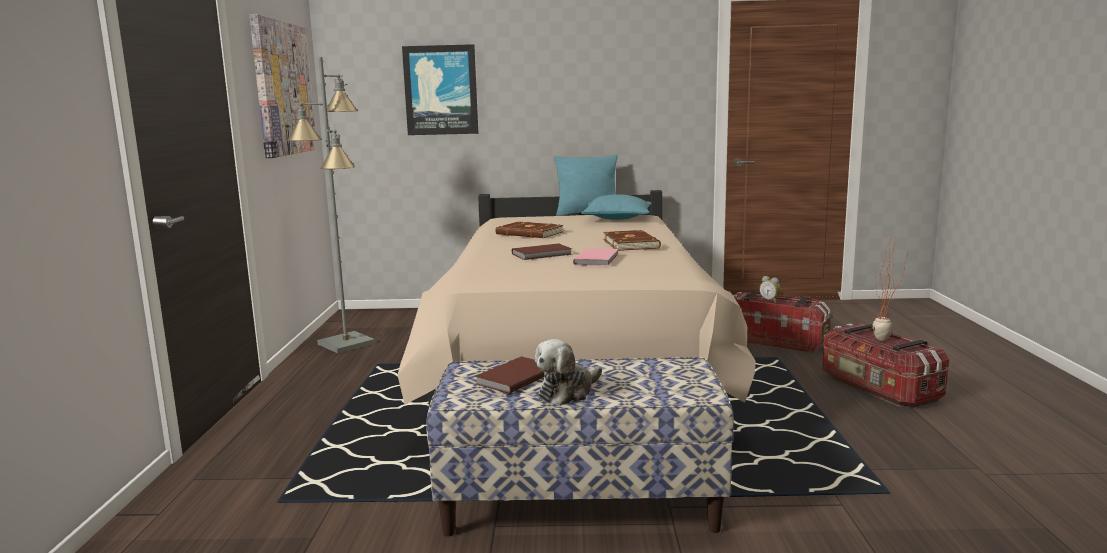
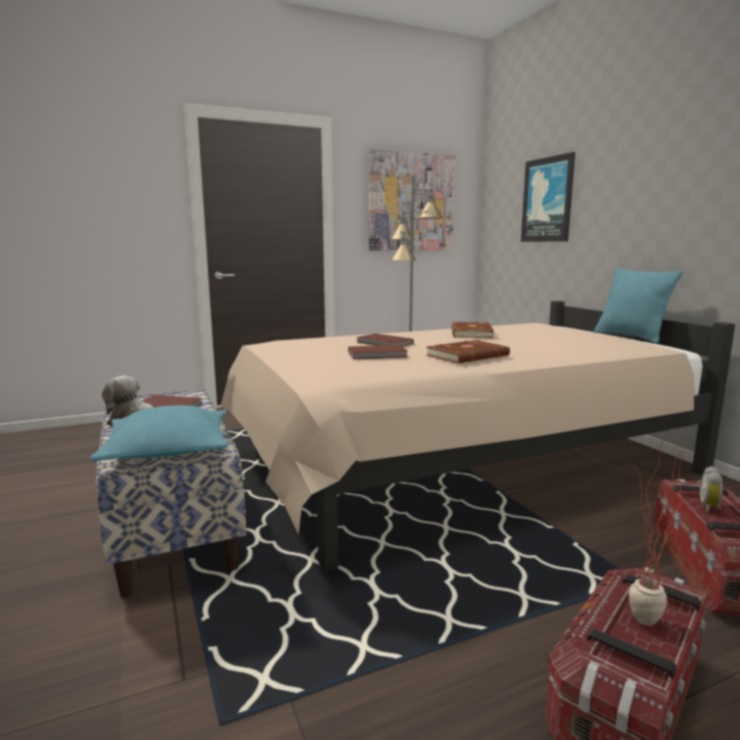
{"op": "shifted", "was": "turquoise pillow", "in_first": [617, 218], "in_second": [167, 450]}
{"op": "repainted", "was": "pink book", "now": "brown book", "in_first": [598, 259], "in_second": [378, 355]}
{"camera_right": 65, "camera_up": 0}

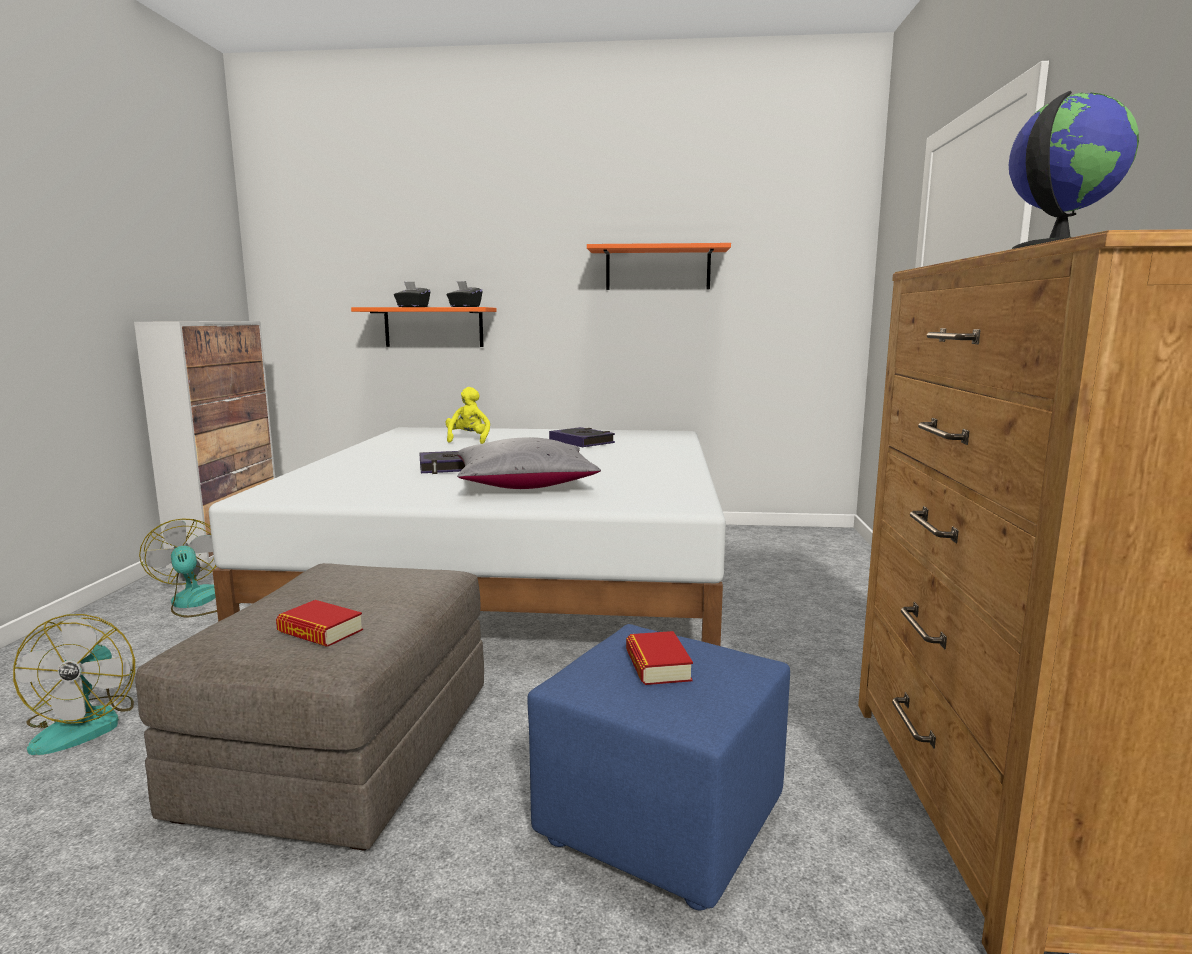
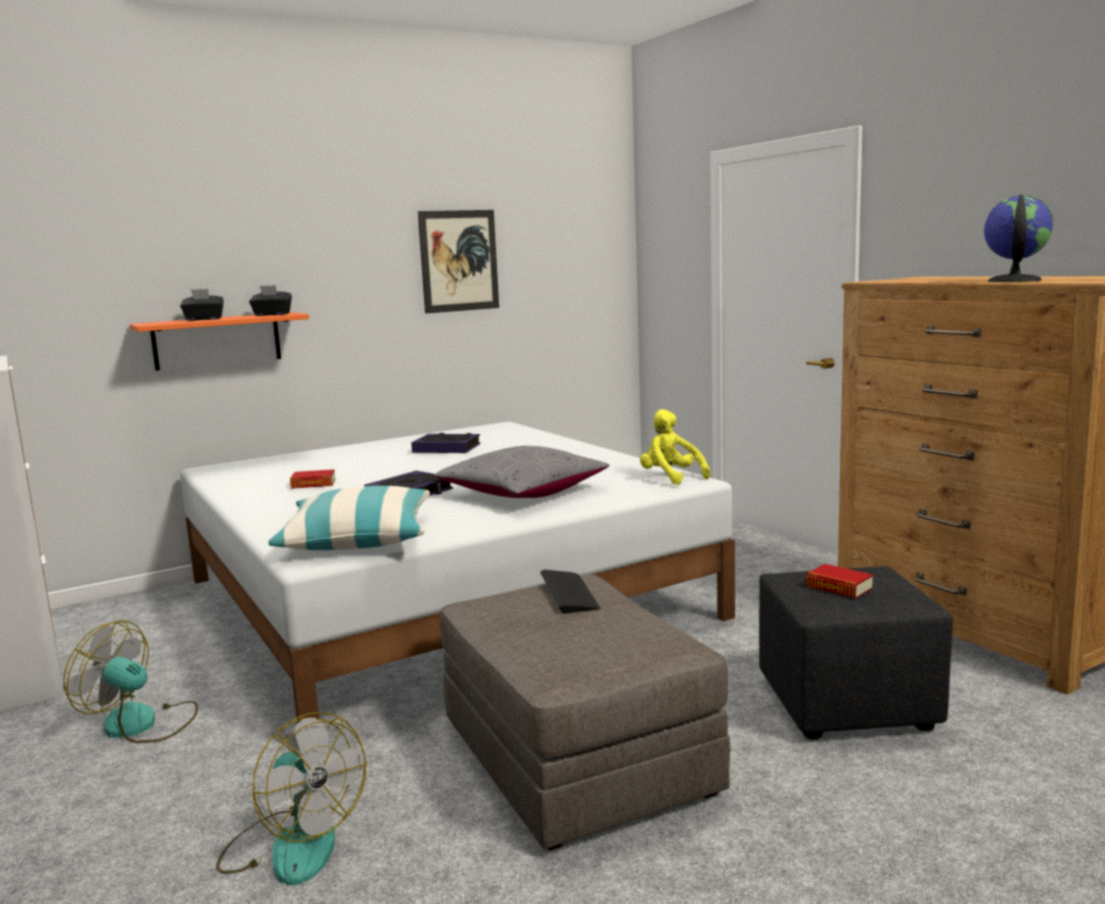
{"op": "swapped", "was": "orange shelf", "now": "picture", "in_first": [658, 269], "in_second": [459, 261]}
{"op": "shifted", "was": "yellow plush toy", "in_first": [468, 440], "in_second": [670, 478]}
{"op": "shifted", "was": "book", "in_first": [320, 631], "in_second": [313, 484]}
{"op": "repainted", "was": "blue ottoman", "now": "black ottoman", "in_first": [662, 826], "in_second": [848, 705]}
{"op": "new", "now": "pillow", "in_second": [357, 539]}
{"op": "new", "now": "keyboard", "in_second": [569, 593]}
{"camera_right": -35, "camera_up": 0}

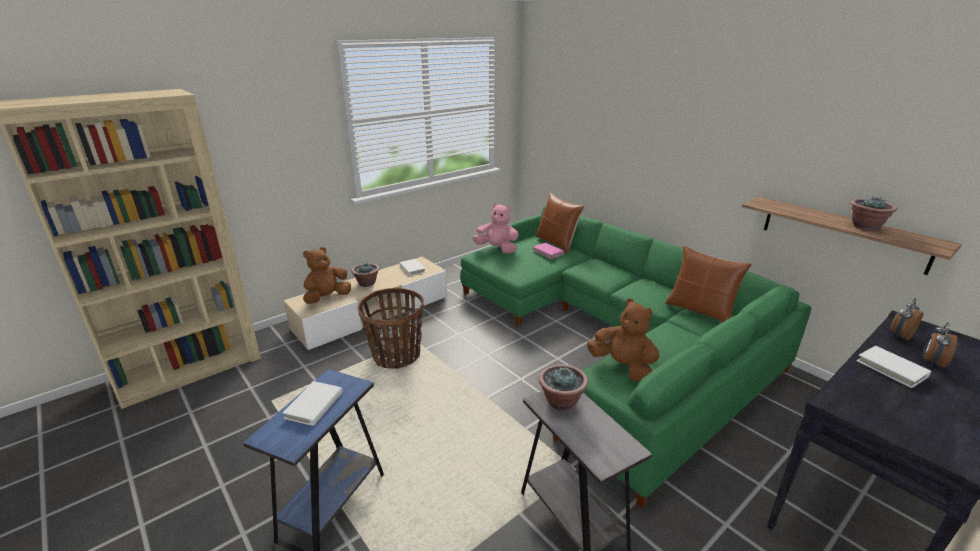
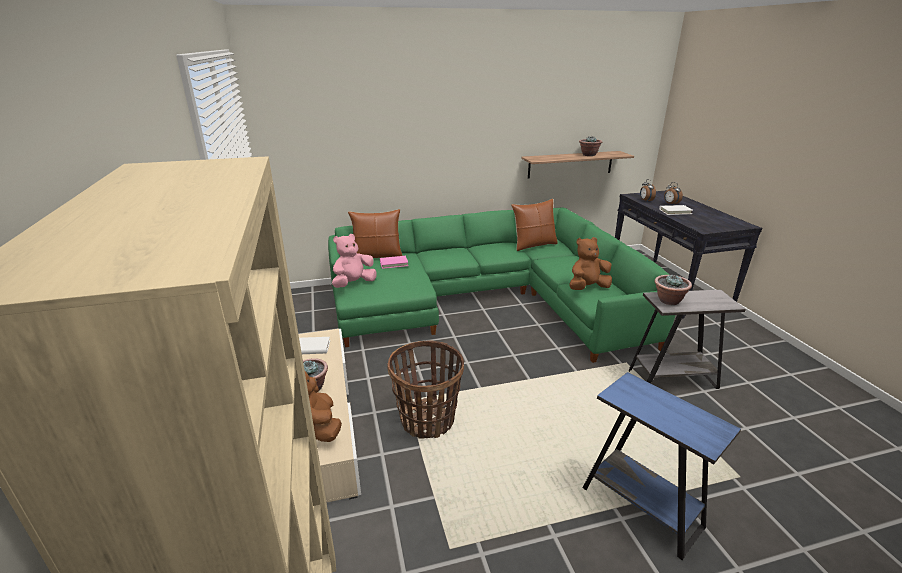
{"op": "gone", "was": "white book", "in_first": [314, 405]}
{"camera_right": -65, "camera_up": 0}

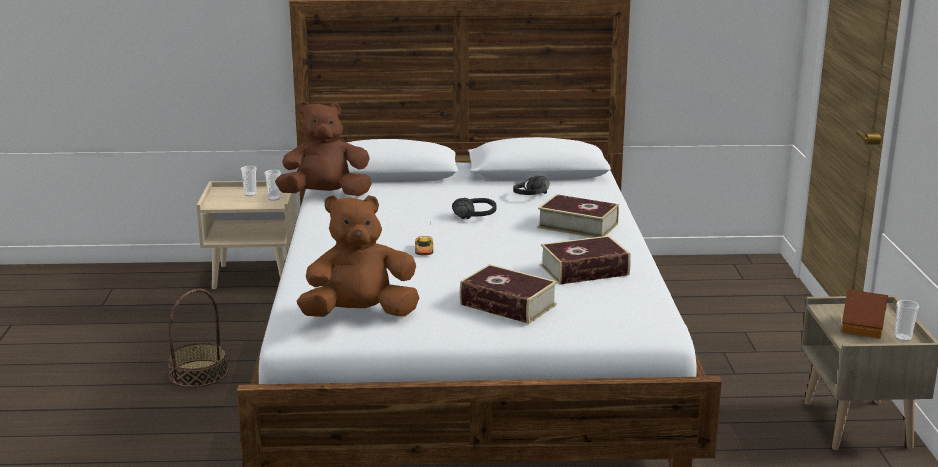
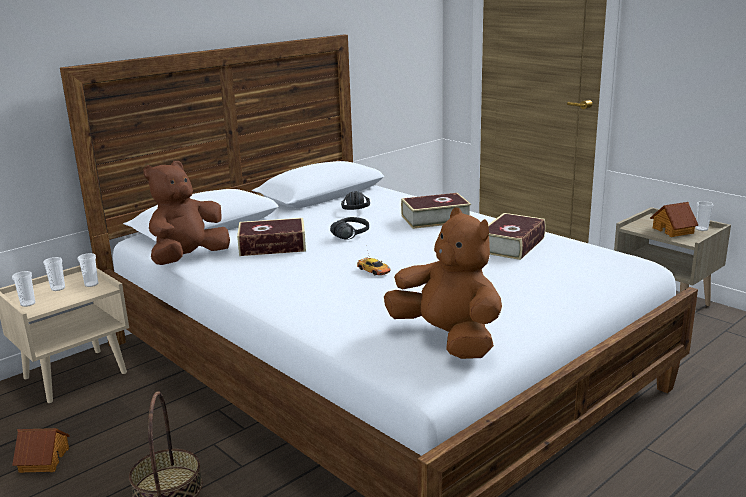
{"op": "rotated", "was": "brown plush toy", "in_first": [359, 315], "in_second": [448, 339], "clockwise": 105}
{"op": "shifted", "was": "book", "in_first": [508, 305], "in_second": [272, 246]}
{"op": "new", "now": "cup", "in_second": [28, 304]}
{"op": "new", "now": "toy house", "in_second": [43, 460]}
{"camera_right": -40, "camera_up": 0}

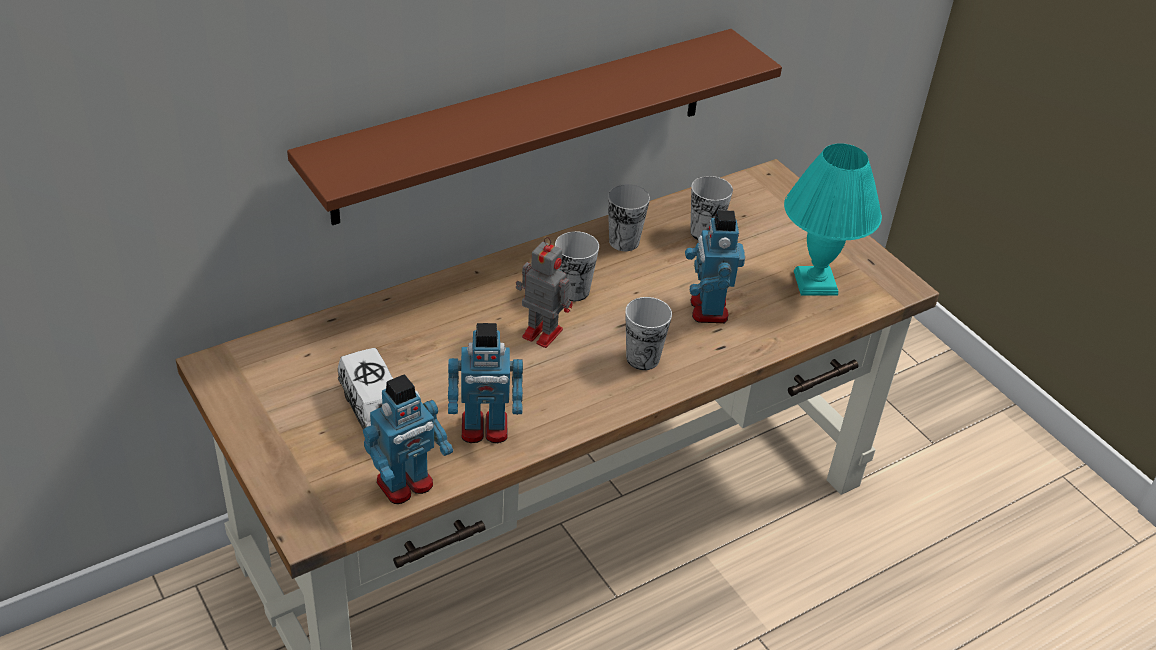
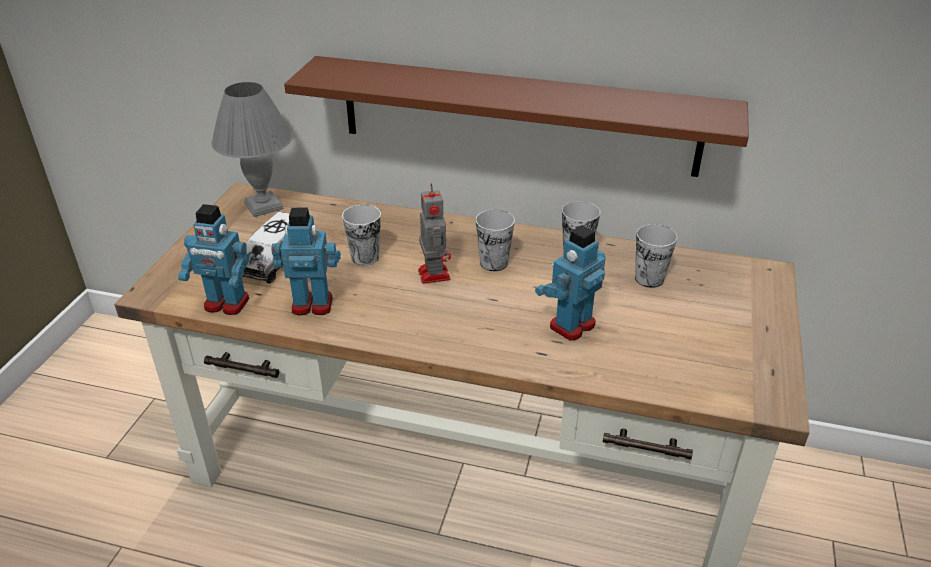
{"op": "gone", "was": "turquoise table lamp", "in_first": [814, 282]}
{"op": "shifted", "was": "cup", "in_first": [642, 358], "in_second": [365, 257]}
{"op": "rotated", "was": "toy robot", "in_first": [484, 429], "in_second": [312, 304], "clockwise": 135}
{"op": "new", "now": "grey table lamp", "in_second": [263, 205]}
{"camera_right": 50, "camera_up": -5}

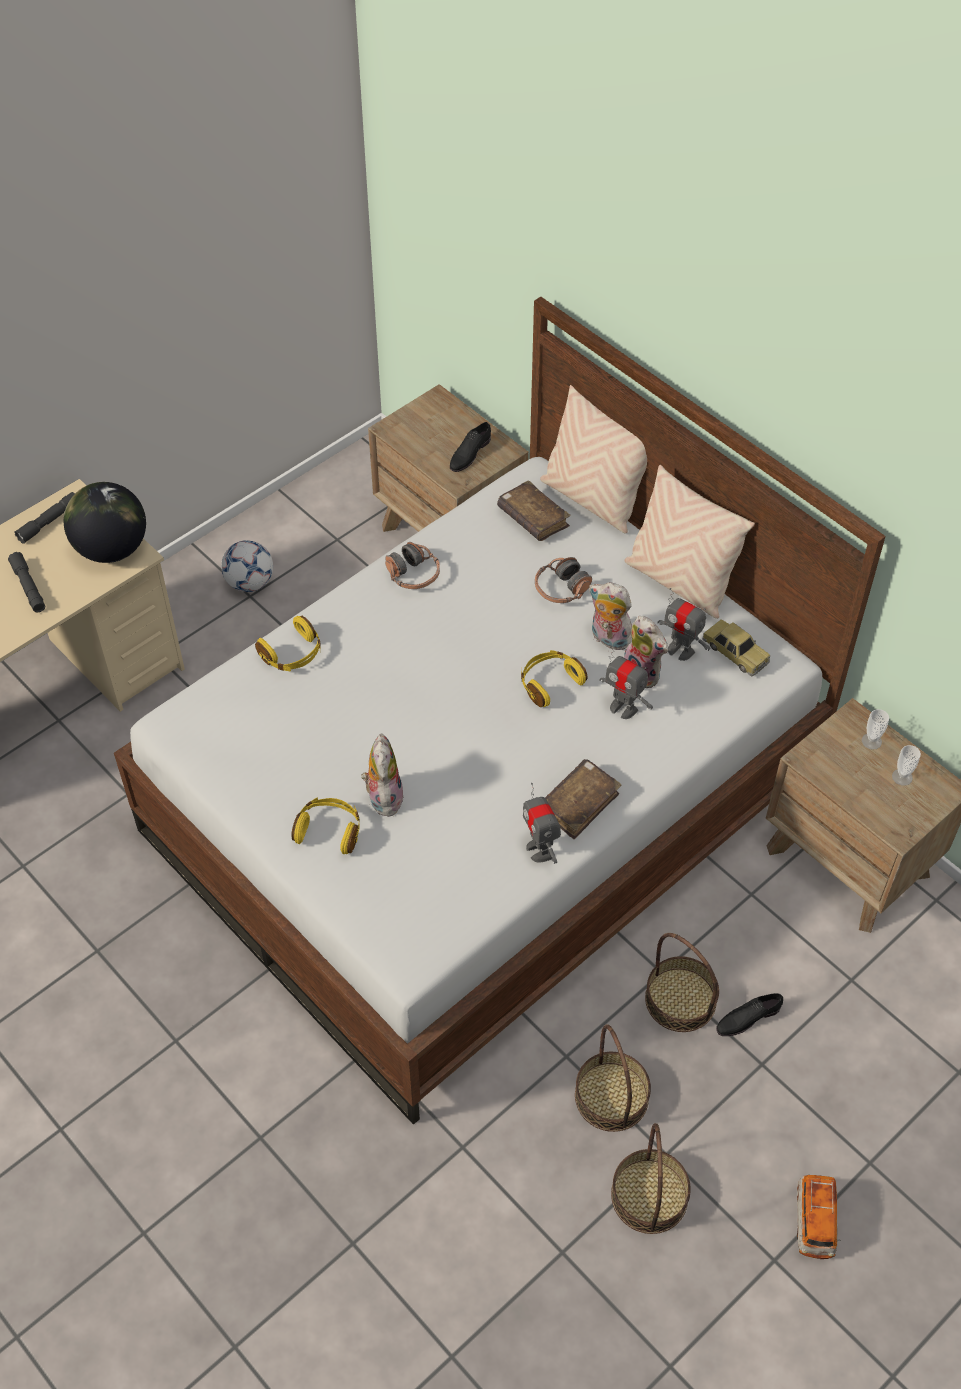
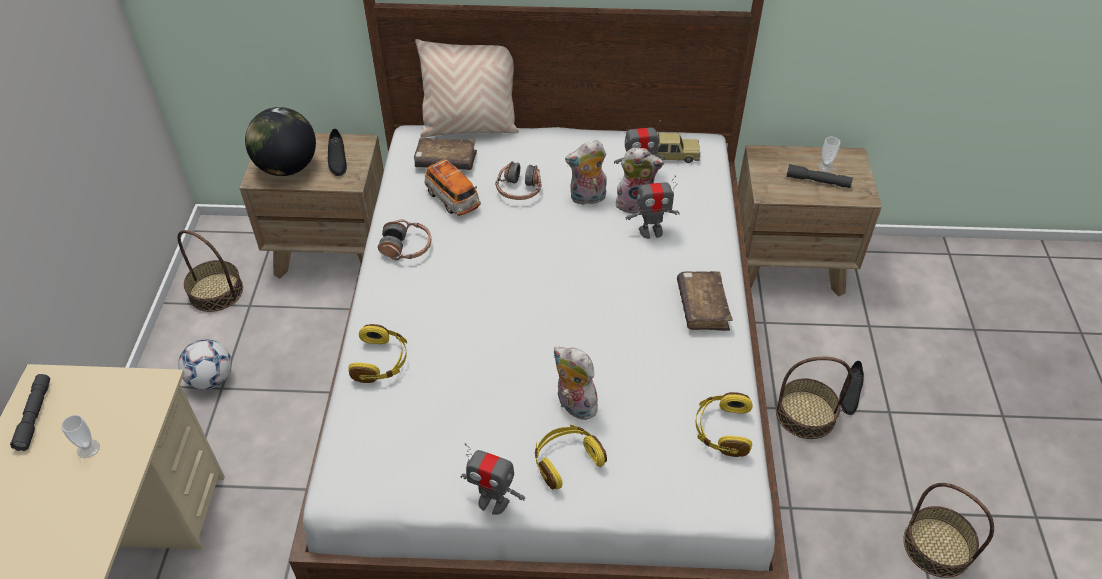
{"op": "gone", "was": "beige pillow", "in_first": [679, 582]}
{"op": "shifted", "was": "globe", "in_first": [112, 549], "in_second": [287, 167]}
{"op": "shifted", "was": "grey flashlight", "in_first": [28, 587], "in_second": [818, 181]}
{"op": "shifted", "was": "yellow headphones", "in_first": [549, 683], "in_second": [722, 430]}
{"op": "shifted", "was": "cup", "in_first": [871, 741], "in_second": [88, 449]}
{"op": "shifted", "was": "toy robot", "in_first": [540, 850], "in_second": [493, 501]}
{"op": "shifted", "was": "basket", "in_first": [612, 1096], "in_second": [216, 291]}
{"op": "shifted", "was": "toy car", "in_first": [814, 1221], "in_second": [452, 199]}
{"camera_right": -45, "camera_up": -5}

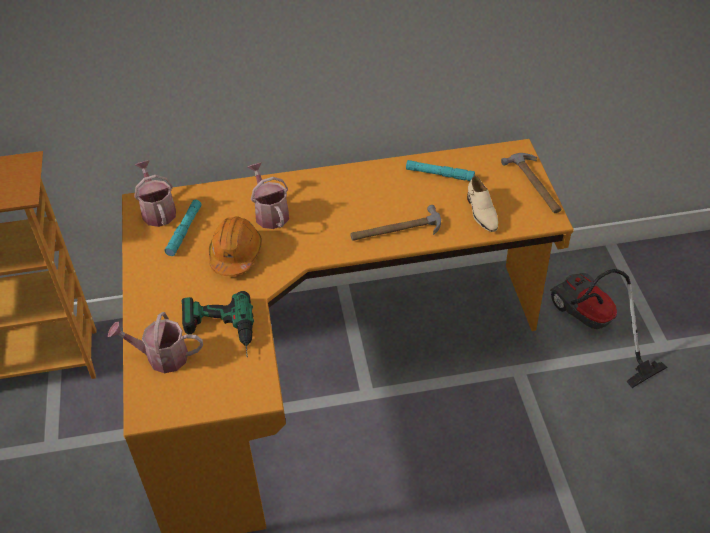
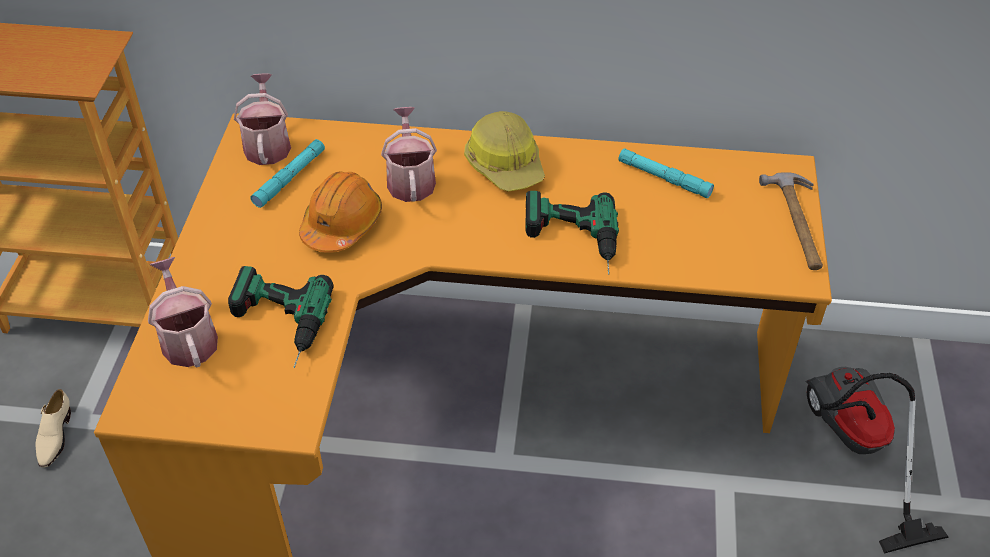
{"op": "shifted", "was": "beige shoe", "in_first": [481, 213], "in_second": [55, 436]}
{"op": "swapped", "was": "hammer", "now": "power drill", "in_first": [396, 230], "in_second": [571, 241]}
{"op": "rotated", "was": "watering can", "in_first": [161, 357], "in_second": [187, 338], "clockwise": 45}
{"op": "new", "now": "hard hat", "in_second": [505, 164]}
{"camera_right": 15, "camera_up": 0}

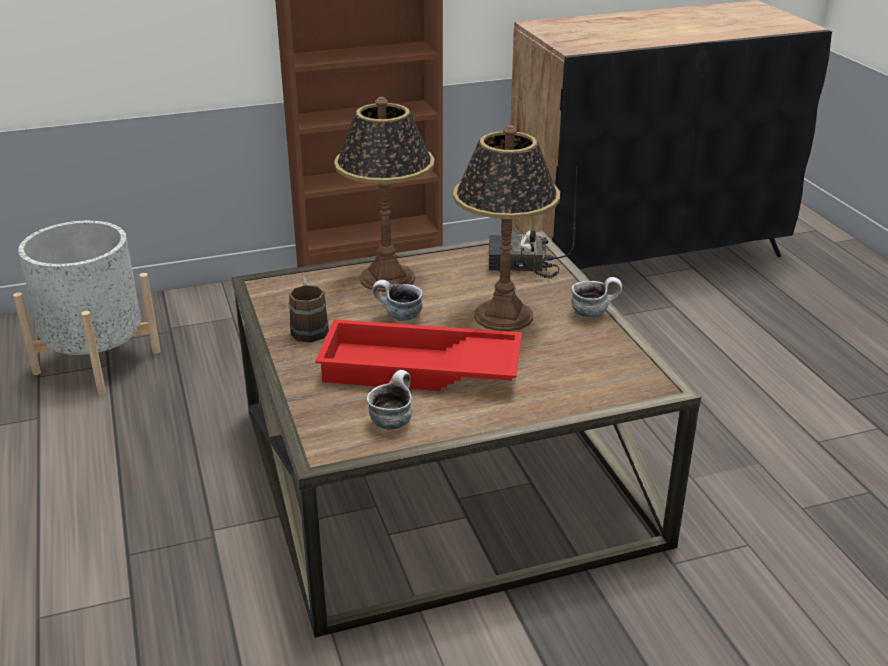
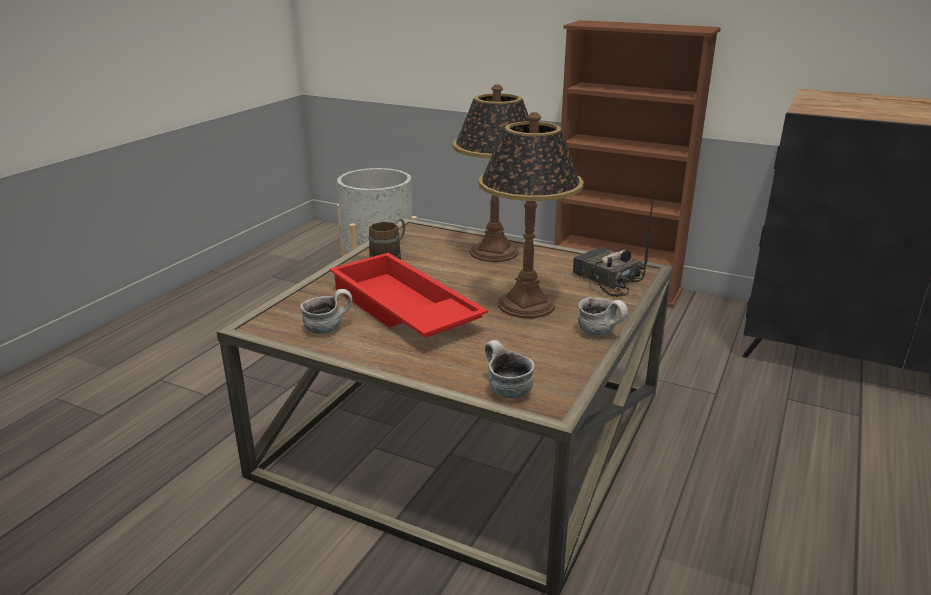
{"op": "shifted", "was": "mug", "in_first": [398, 317], "in_second": [505, 390]}
{"camera_right": 45, "camera_up": -5}

